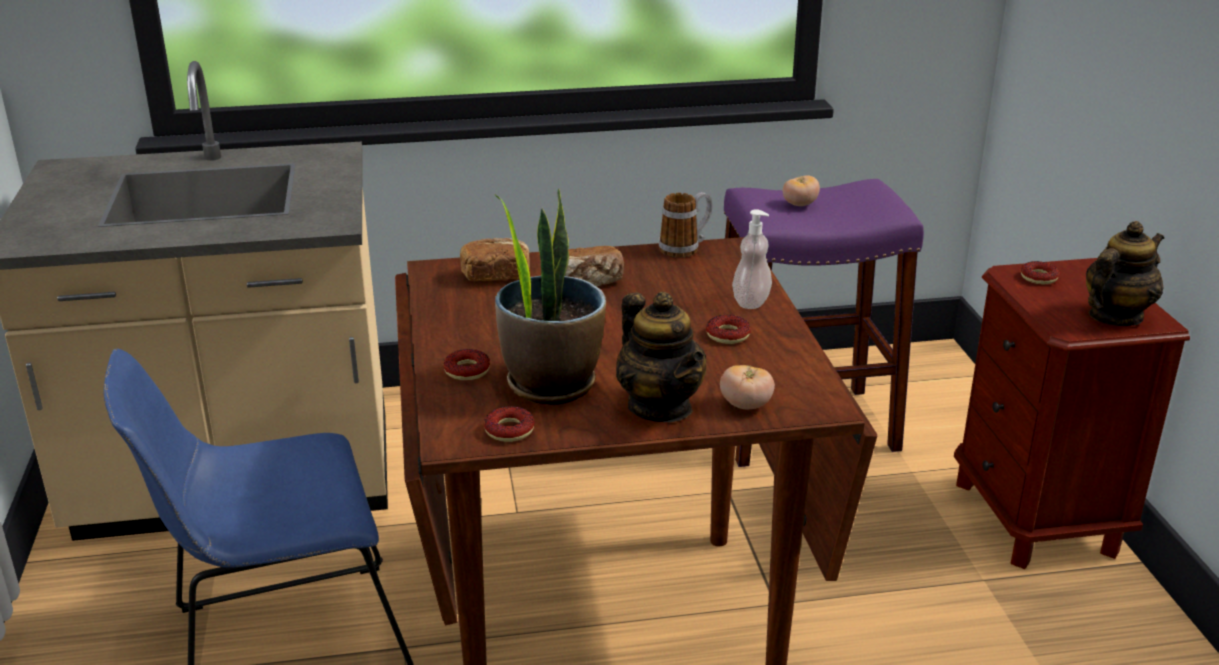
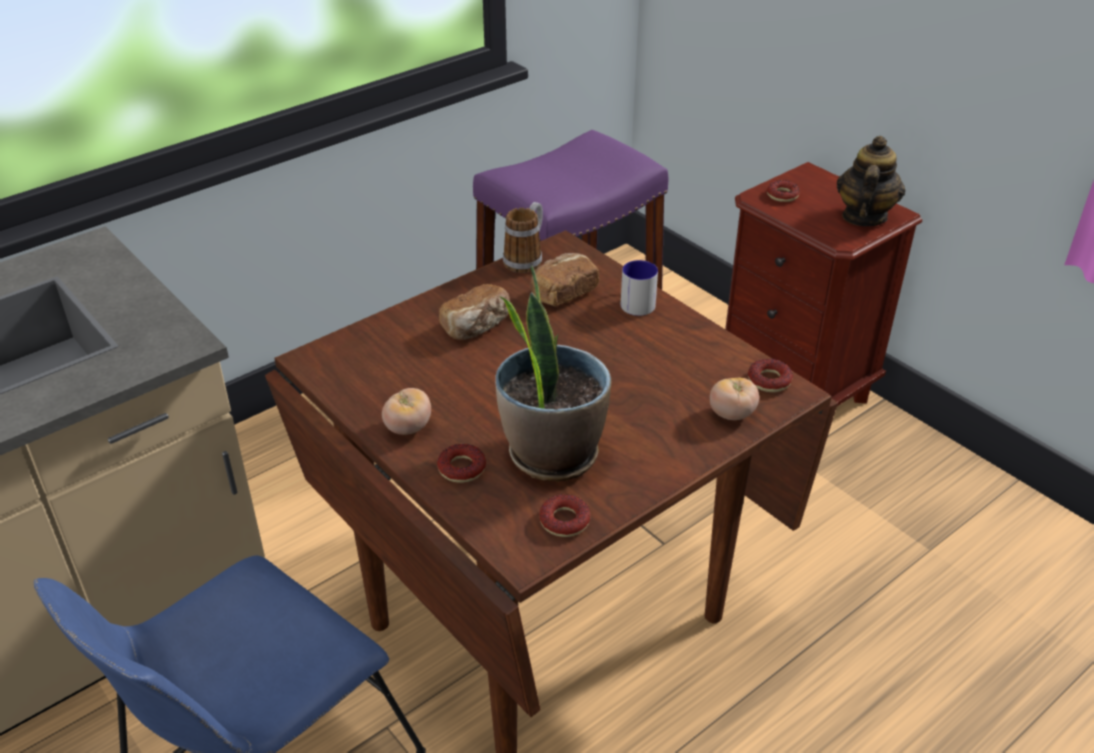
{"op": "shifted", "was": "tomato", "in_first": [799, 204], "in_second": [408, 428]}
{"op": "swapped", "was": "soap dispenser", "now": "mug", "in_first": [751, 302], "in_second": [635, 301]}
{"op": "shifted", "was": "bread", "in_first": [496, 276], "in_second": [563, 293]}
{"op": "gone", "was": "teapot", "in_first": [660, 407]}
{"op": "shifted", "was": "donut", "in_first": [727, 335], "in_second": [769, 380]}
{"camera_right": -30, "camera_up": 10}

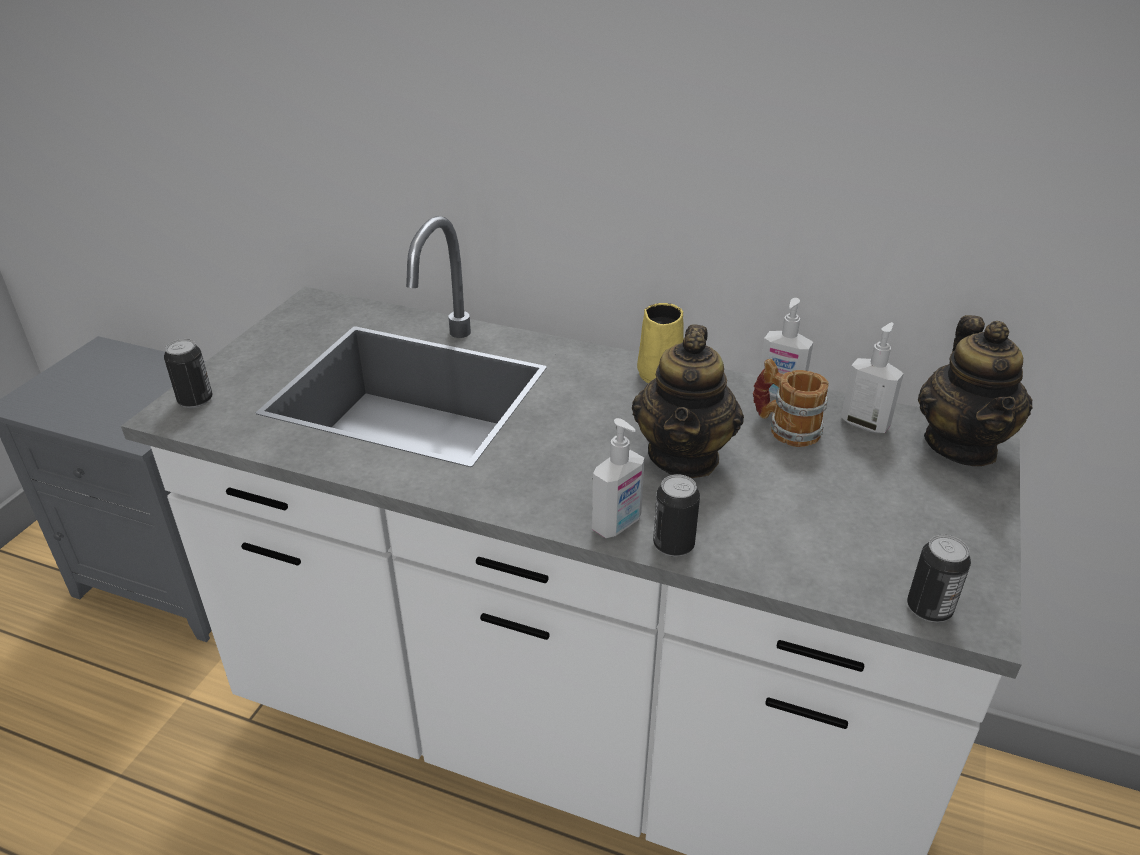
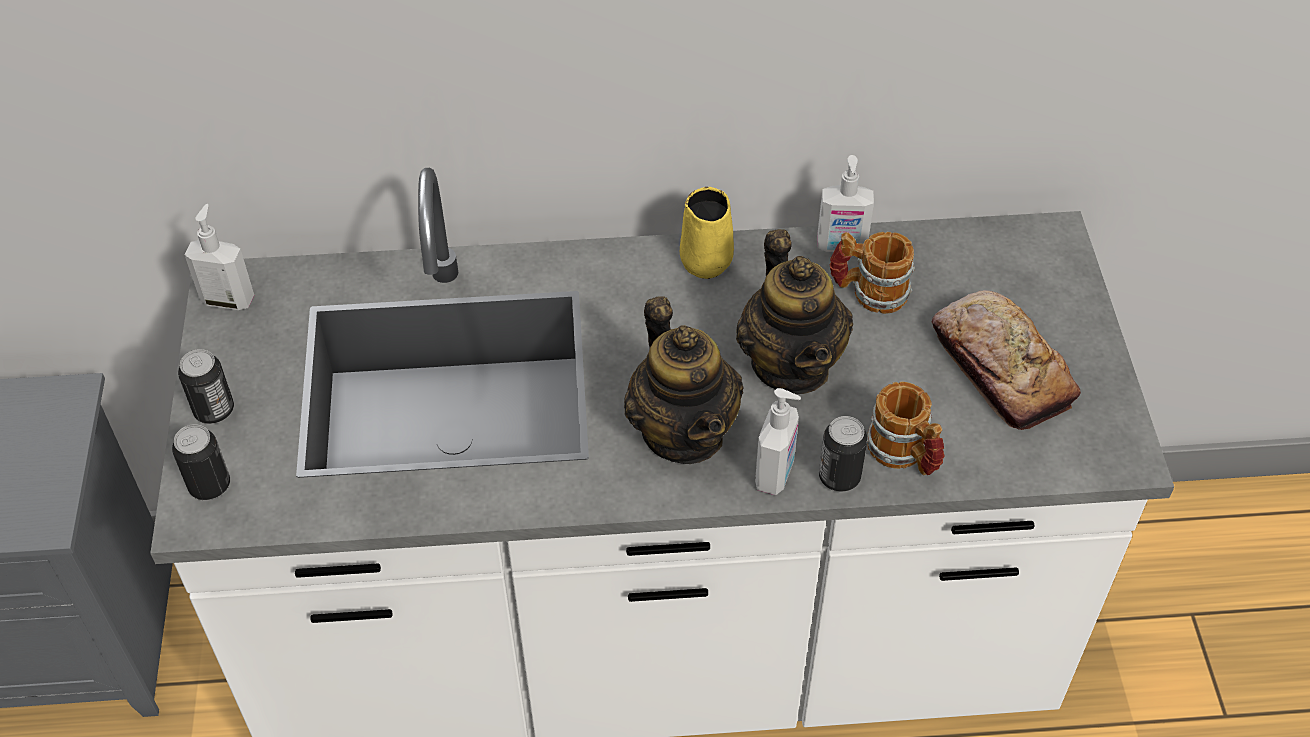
{"op": "shifted", "was": "teapot", "in_first": [961, 445], "in_second": [683, 432]}
{"op": "shifted", "was": "soap dispenser", "in_first": [865, 423], "in_second": [228, 299]}
{"op": "shifted", "was": "can", "in_first": [929, 609], "in_second": [214, 410]}
{"op": "new", "now": "bread", "in_second": [1000, 369]}
{"op": "new", "now": "mug", "in_second": [904, 455]}
{"camera_right": -25, "camera_up": 15}

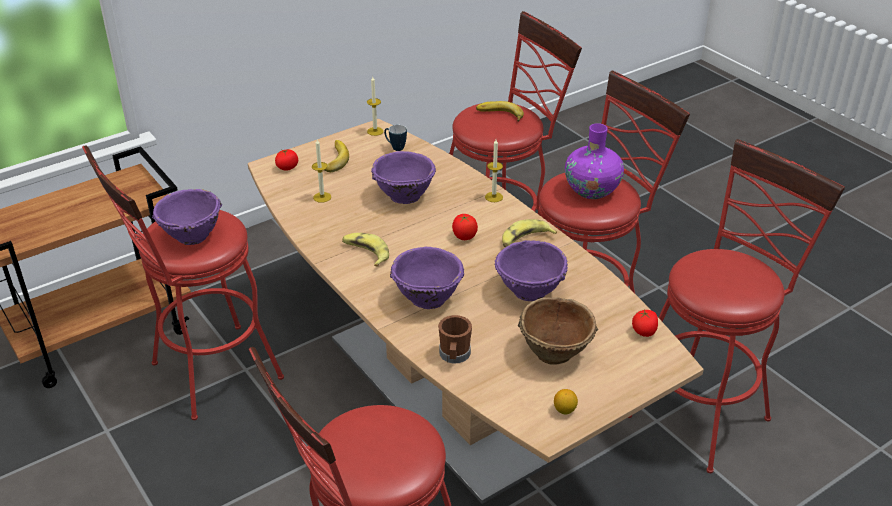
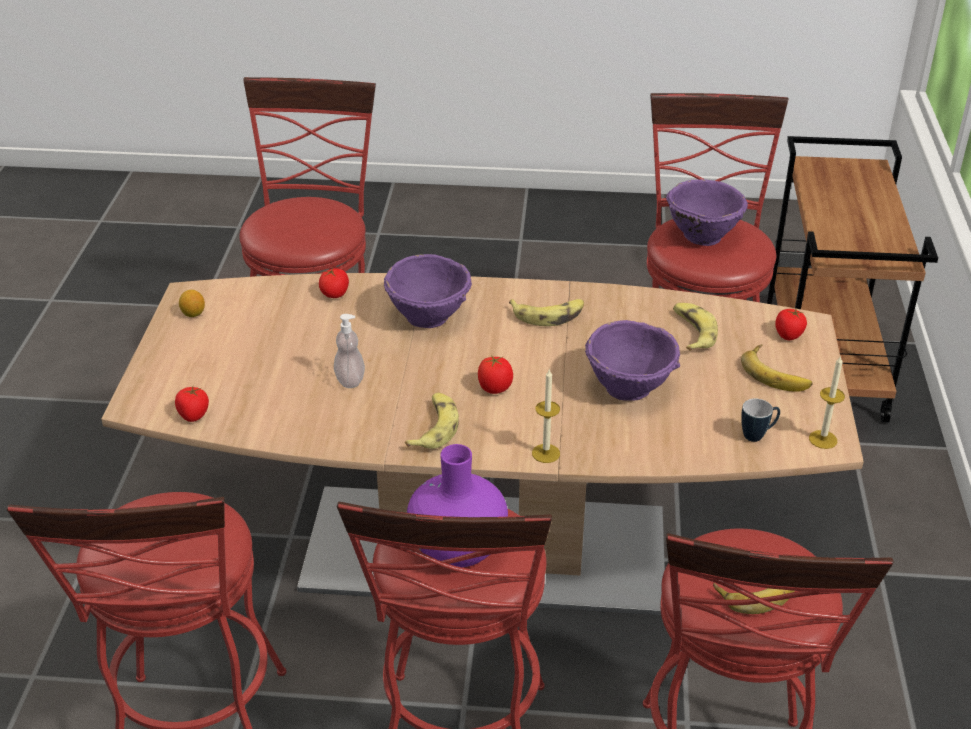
{"op": "swapped", "was": "candle", "now": "banana", "in_first": [322, 197], "in_second": [692, 332]}
{"op": "swapped", "was": "purple bowl", "now": "soap dispenser", "in_first": [529, 292], "in_second": [350, 380]}
{"op": "gone", "was": "brown bowl", "in_first": [555, 352]}
{"op": "swapped", "was": "brown mug", "now": "tomato", "in_first": [454, 356], "in_second": [335, 294]}
{"camera_right": 130, "camera_up": 0}

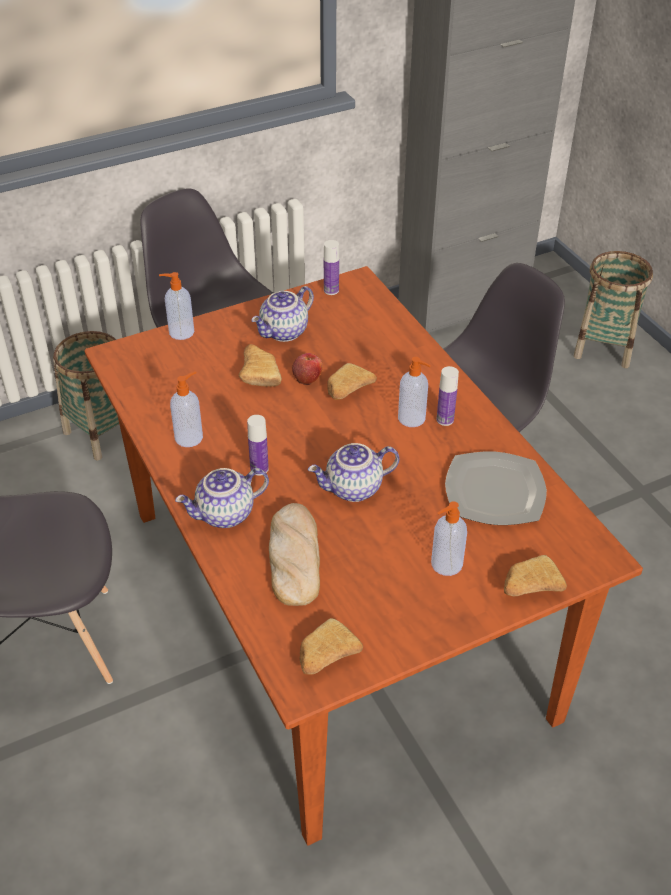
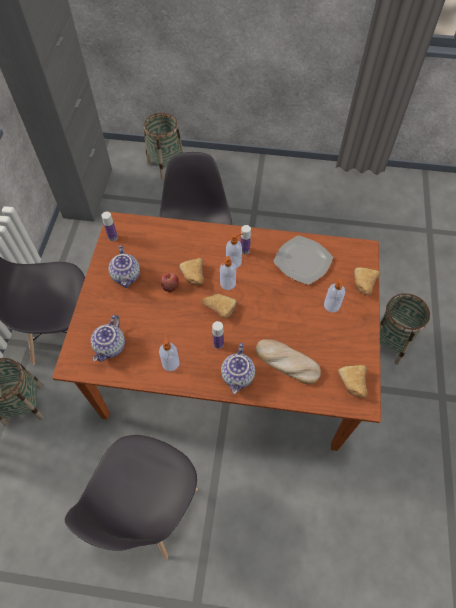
{"op": "shifted", "was": "soap dispenser", "in_first": [180, 332], "in_second": [227, 284]}
{"op": "shifted", "was": "bread", "in_first": [259, 372], "in_second": [218, 307]}
{"op": "shifted", "was": "teapot", "in_first": [353, 489], "in_second": [111, 347]}
{"op": "new", "now": "basket", "in_second": [390, 342]}
{"camera_right": -55, "camera_up": 15}

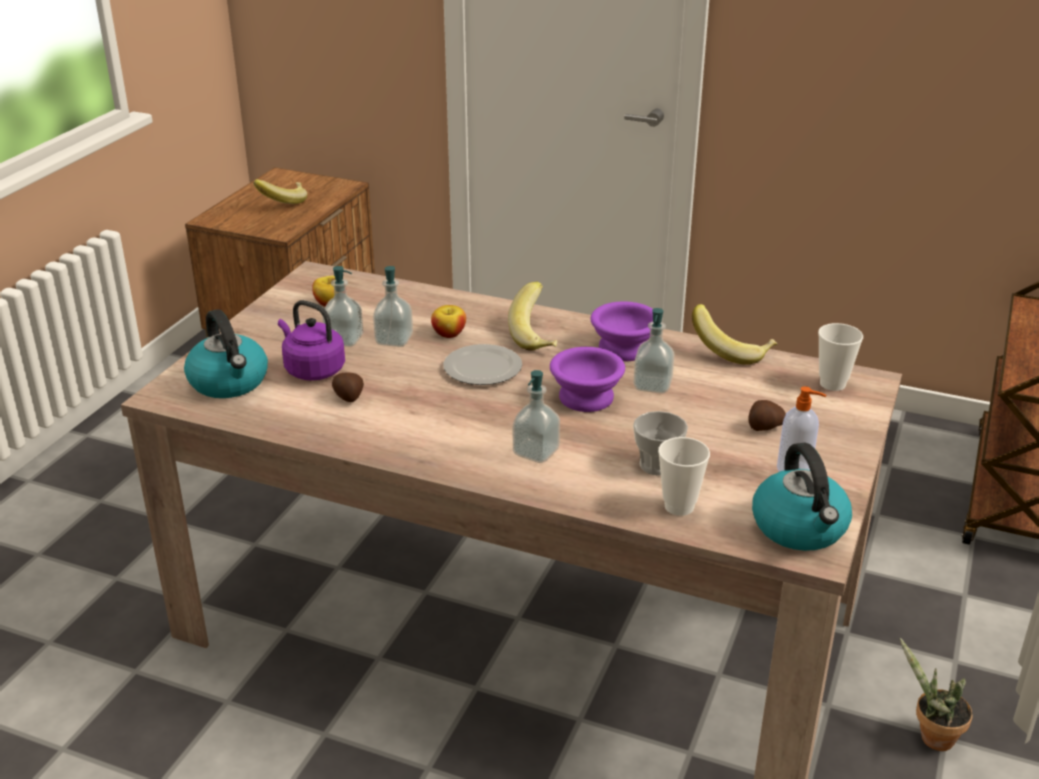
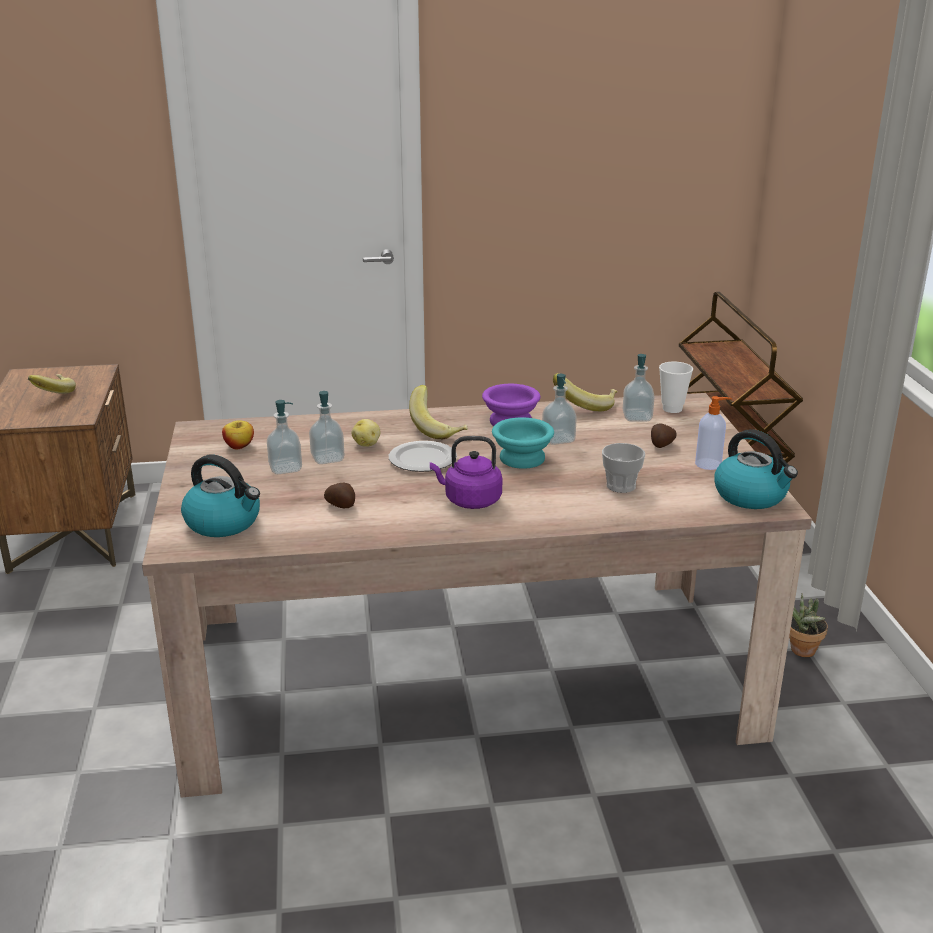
{"op": "shifted", "was": "purple kettle", "in_first": [312, 370], "in_second": [469, 501]}
{"op": "swapped", "was": "apple", "now": "potato", "in_first": [449, 334], "in_second": [367, 443]}
{"op": "repainted", "was": "purple bowl", "now": "turquoise bowl", "in_first": [584, 399], "in_second": [522, 459]}
{"op": "shifted", "was": "soap dispenser", "in_first": [536, 452], "in_second": [637, 417]}
{"op": "gone", "was": "cup", "in_first": [679, 506]}
{"camera_right": -30, "camera_up": -5}

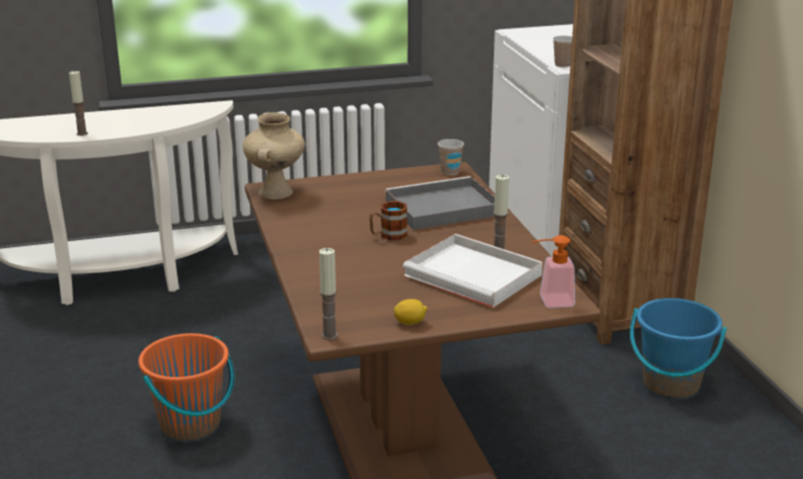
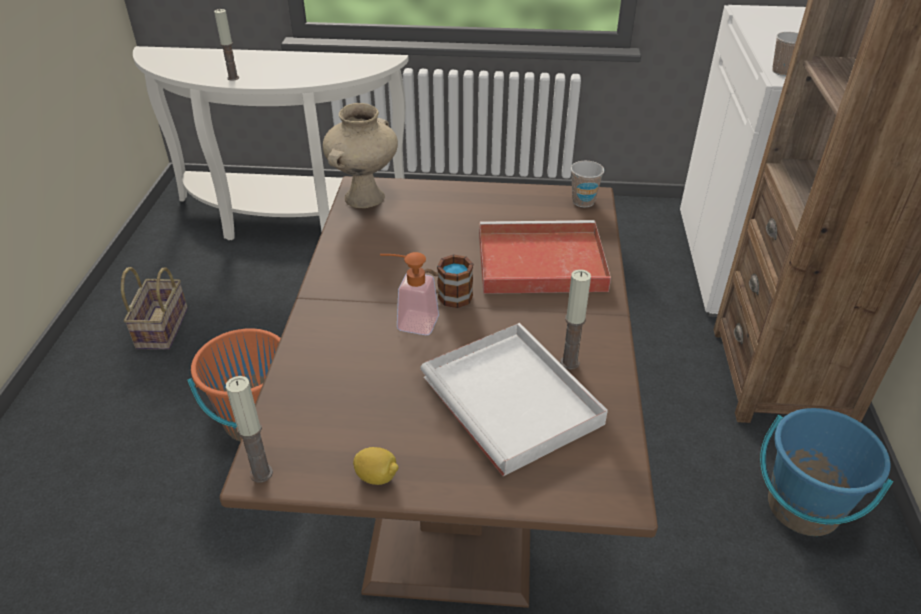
{"op": "repainted", "was": "grey tray", "now": "red tray", "in_first": [440, 208], "in_second": [538, 262]}
{"op": "shifted", "was": "soap dispenser", "in_first": [550, 301], "in_second": [410, 322]}
{"op": "new", "now": "basket", "in_second": [161, 327]}
{"camera_right": 20, "camera_up": 15}

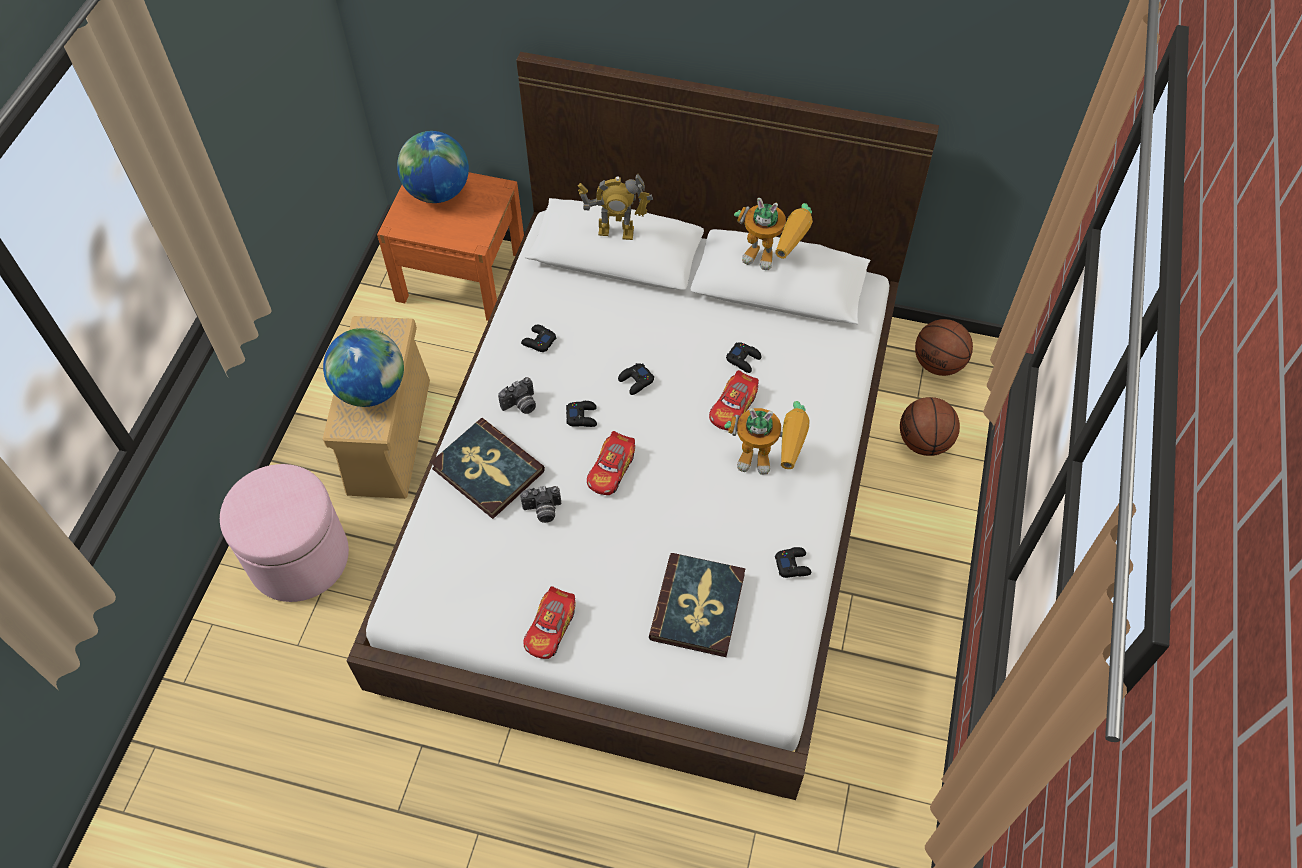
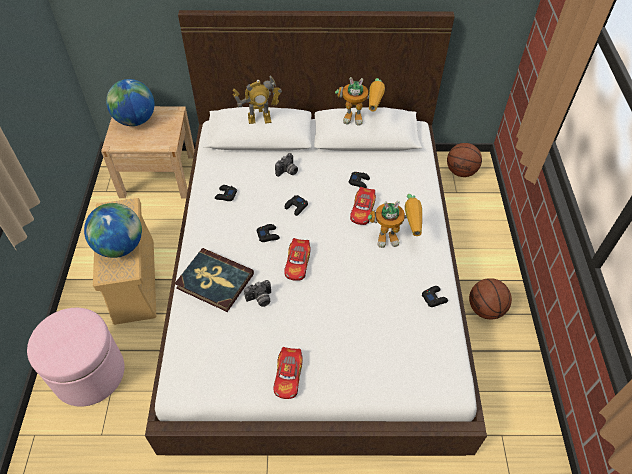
{"op": "repainted", "was": "orange nightstand", "now": "beige nightstand", "in_first": [461, 275], "in_second": [158, 175]}
{"op": "shifted", "was": "photo camera", "in_first": [521, 405], "in_second": [287, 172]}
{"op": "shifted", "was": "basketball", "in_first": [924, 442], "in_second": [485, 309]}
{"op": "gone", "was": "book", "in_first": [698, 607]}
{"camera_right": -15, "camera_up": -5}

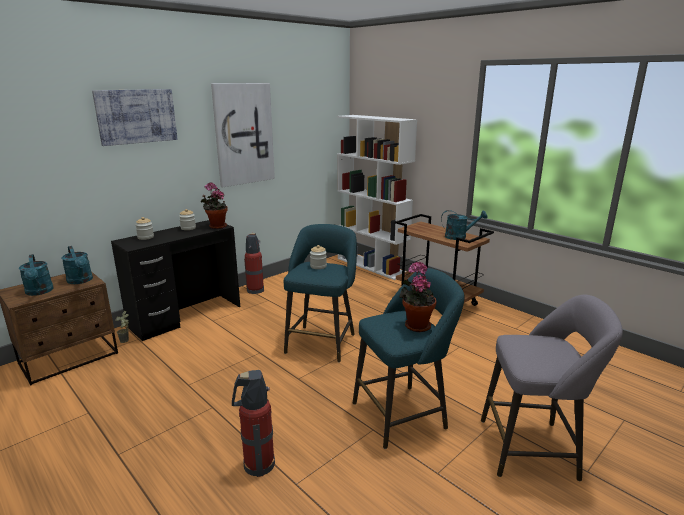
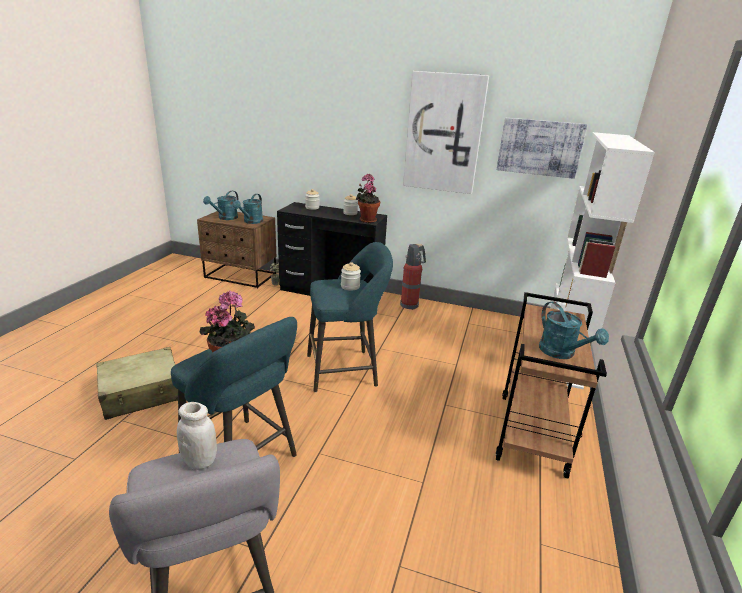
{"op": "shifted", "was": "picture", "in_first": [136, 116], "in_second": [539, 147]}
{"op": "swapped", "was": "fire extinguisher", "now": "beige suitcase", "in_first": [257, 464], "in_second": [142, 393]}
{"op": "new", "now": "white jar", "in_second": [200, 461]}
{"camera_right": 60, "camera_up": 5}

